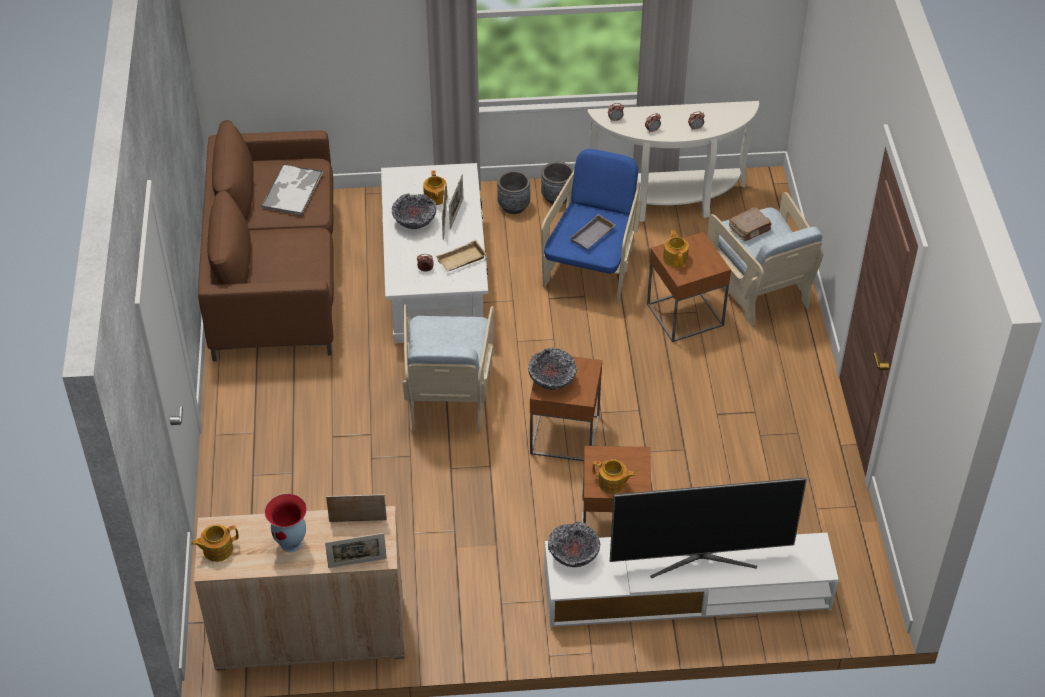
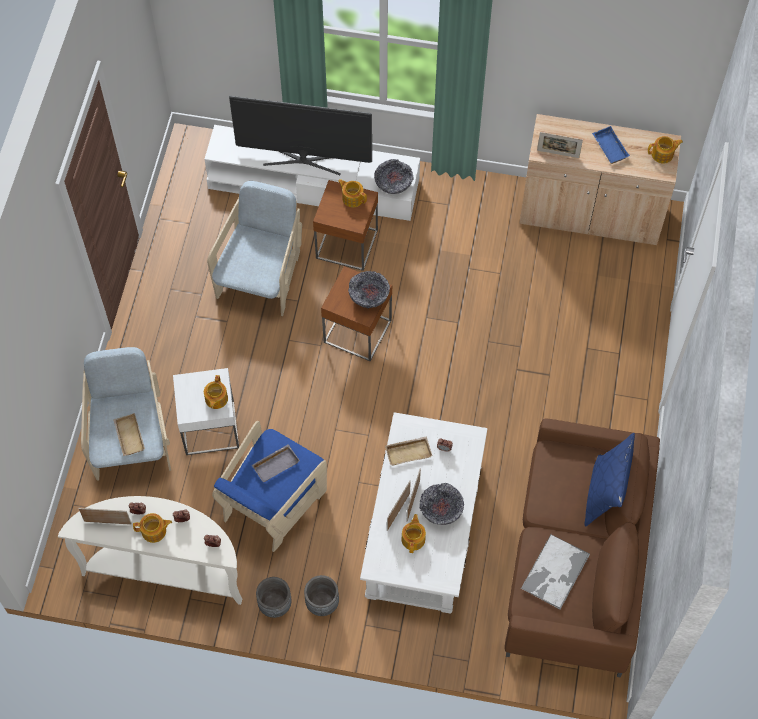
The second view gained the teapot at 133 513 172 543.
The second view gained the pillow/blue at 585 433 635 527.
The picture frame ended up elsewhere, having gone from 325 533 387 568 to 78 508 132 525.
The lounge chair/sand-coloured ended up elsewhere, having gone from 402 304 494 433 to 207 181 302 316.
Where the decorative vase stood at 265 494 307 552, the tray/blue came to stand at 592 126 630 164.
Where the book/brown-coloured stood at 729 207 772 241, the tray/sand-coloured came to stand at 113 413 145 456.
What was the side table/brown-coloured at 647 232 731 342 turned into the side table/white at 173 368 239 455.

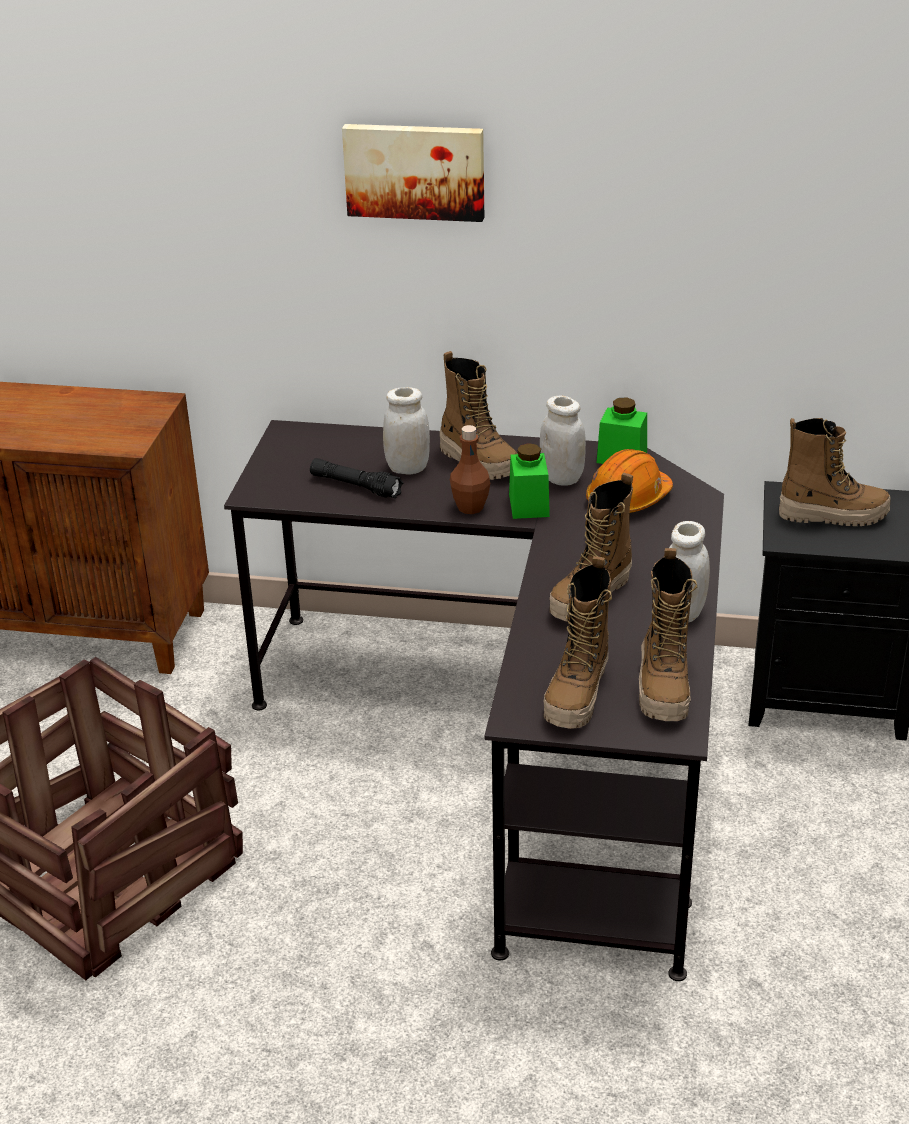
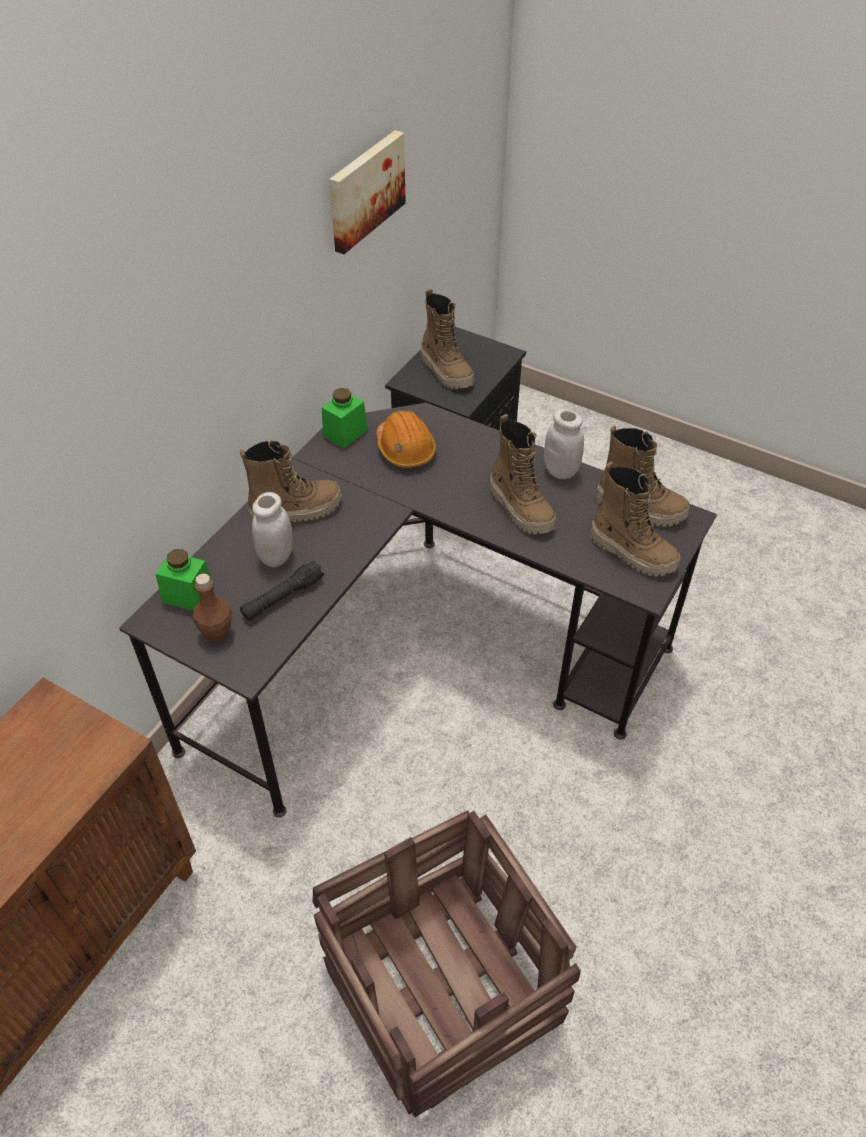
The second view lost the storage jar/white at 540 395 586 486.
The wall picture ended up elsewhere, having gone from 342 124 484 222 to 329 130 406 254.
The bottle/brown-coloured ended up elsewhere, having gone from 450 425 490 514 to 193 573 232 642.
The storage jar/green ended up elsewhere, having gone from 509 443 550 519 to 156 549 215 611.
The boot at 779 418 891 526 ended up facing another way, 120 degrees clockwise from before.

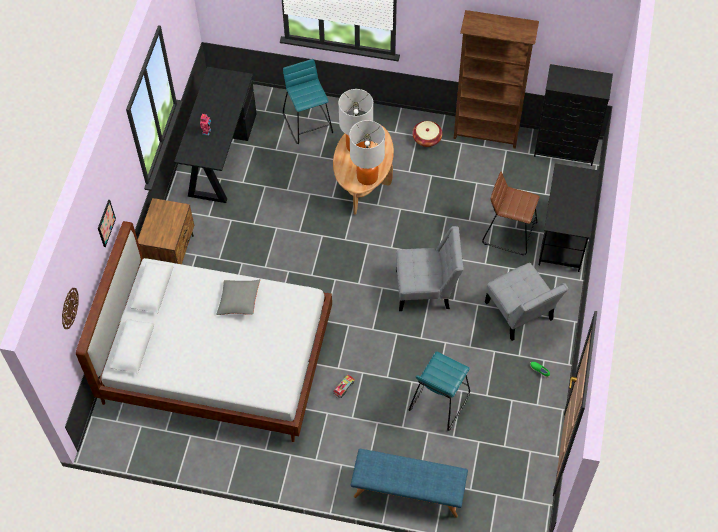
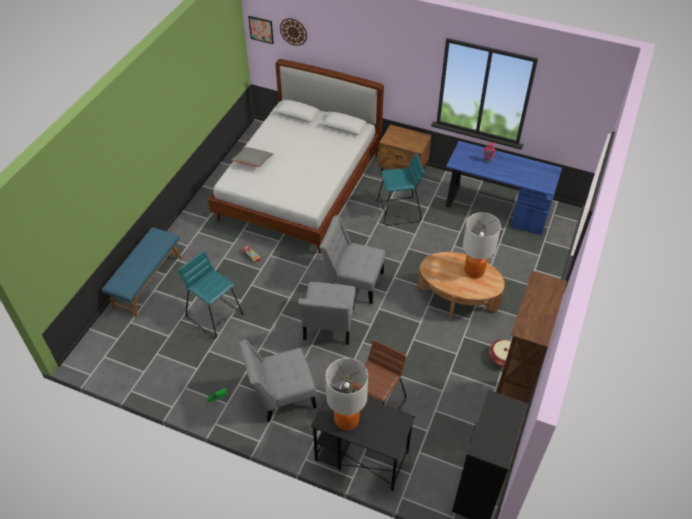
The second view gained the upright chair/grey at 320 215 385 304.
The wall picture ended up elsewhere, having gone from 98 200 116 247 to 248 16 274 44.
The pillow/grey ended up elsewhere, having gone from 216 279 260 315 to 231 147 273 167.
The sitting stool/turquoise-coloured ended up elsewhere, having gone from 283 59 333 144 to 377 153 424 226.
The tabletop lamp ended up elsewhere, having gone from 349 120 385 185 to 326 358 368 430.
What was the desk unit/black-coloured at 174 67 257 203 turned into the desk unit/blue at 446 141 562 235.

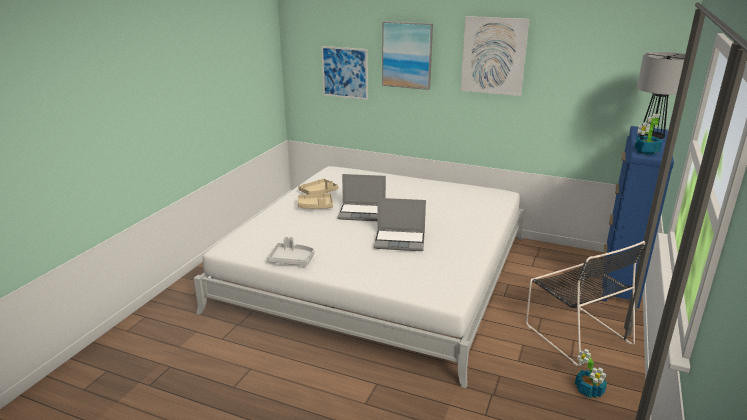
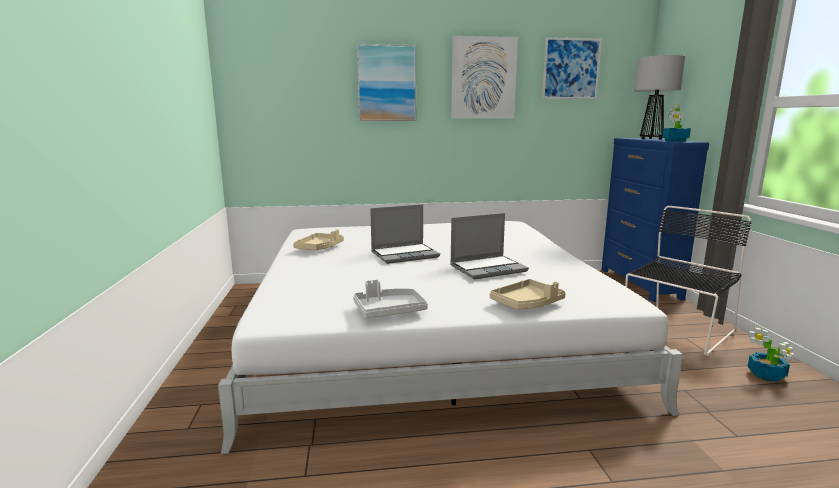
The tray/sand-coloured ended up elsewhere, having gone from 298 193 333 209 to 490 279 566 309.
The wall picture ended up elsewhere, having gone from 321 46 368 100 to 542 37 602 99.
The upright chair/black-coloured at 526 241 645 366 ended up facing another way, 75 degrees counterclockwise from before.

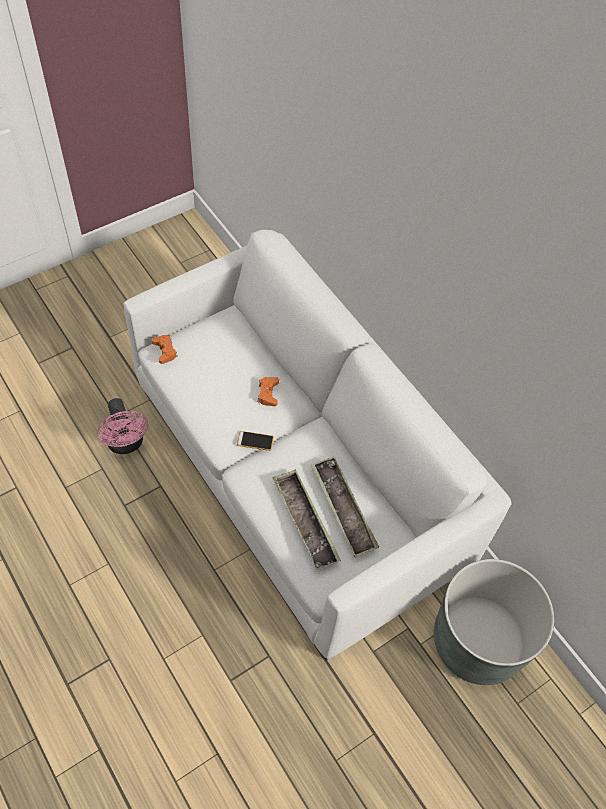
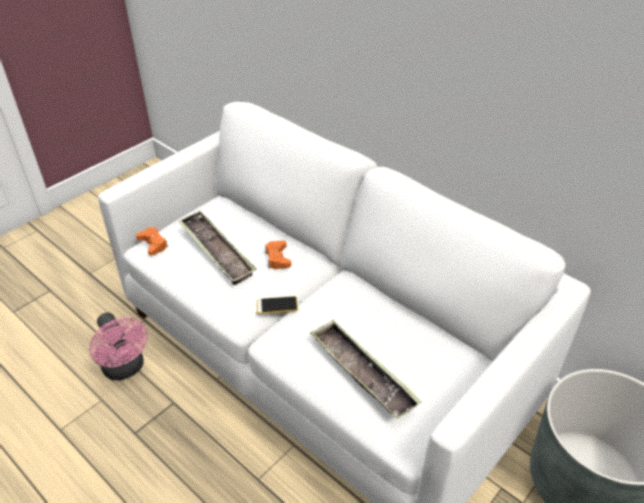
The tray ended up elsewhere, having gone from 311 456 379 557 to 178 211 257 285.

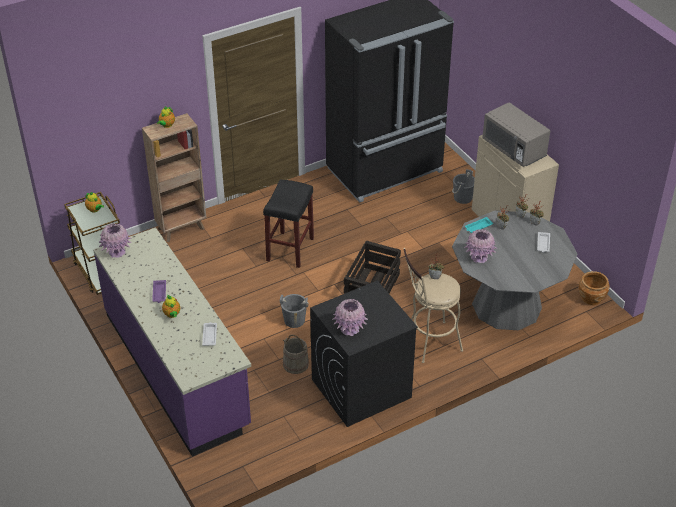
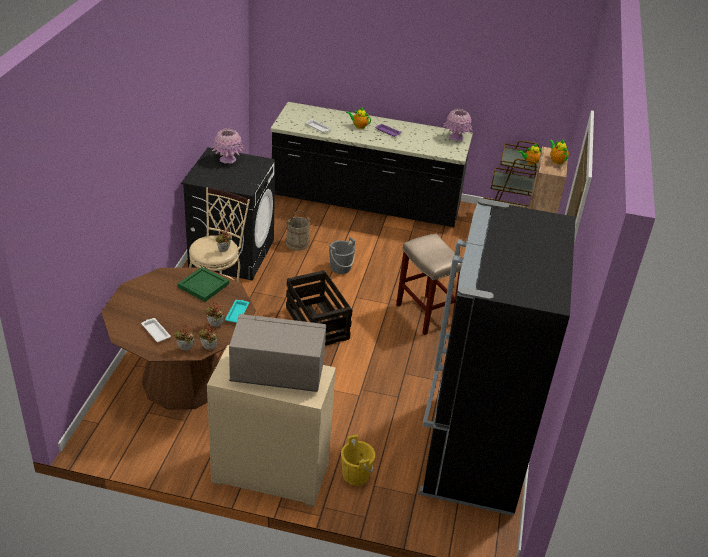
The second view lost the plant pot/brown-coloured at 579 271 610 305.
Where the decorative vase/pink-coloured stood at 464 229 497 263, the tray/green came to stand at 178 267 229 302.
What was the kitchen base unit/purple at 93 227 251 457 turned into the kitchen base unit/black-coloured at 270 102 473 227.
What was the sitting stool/black-coloured at 263 179 314 268 turned into the sitting stool/sand-coloured at 396 233 462 335.
What was the water bucket/grey at 452 169 475 204 turned into the water bucket/yellow at 341 435 375 486.
What was the dining table/grey at 452 210 578 330 turned into the dining table/brown-coloured at 101 267 256 410.

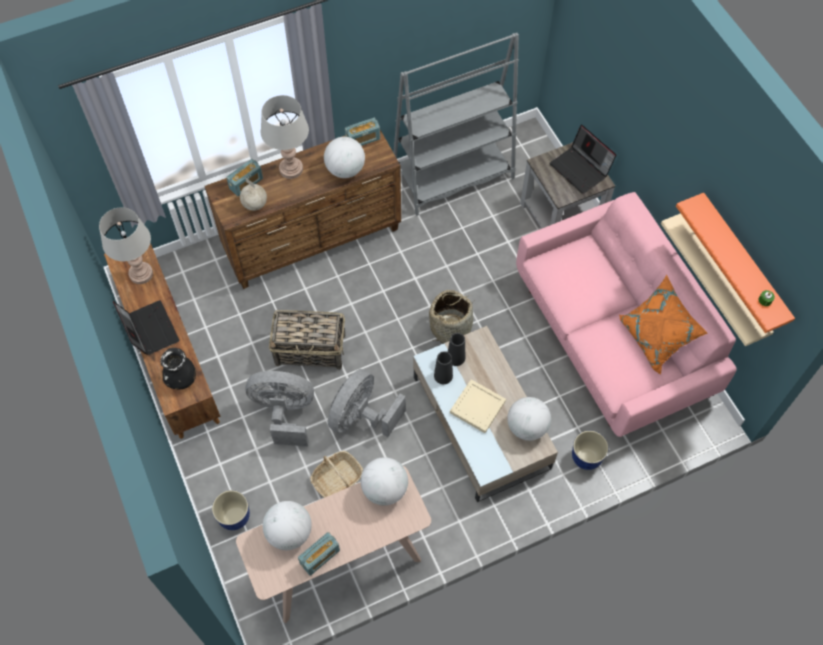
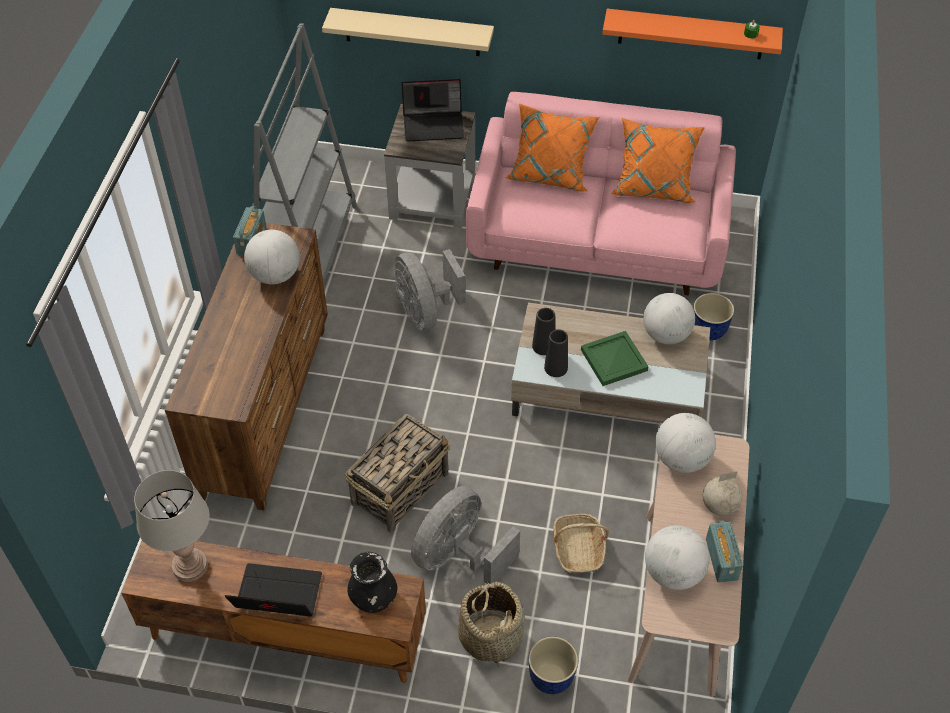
The second view lost the radio receiver at 226 159 263 197.
The second view lost the tabletop lamp/grey at 261 95 309 179.
The second view gained the pillow/orangey at 505 103 599 192.
The desk globe ended up elsewhere, having gone from 240 177 267 211 to 703 471 743 516.
The electric fan/grey ended up elsewhere, having gone from 328 369 406 437 to 394 249 465 331.
The basket ended up elsewhere, having gone from 429 290 475 344 to 458 577 525 667.
The bracket shelf/sand-coloured ended up elsewhere, having gone from 661 213 774 346 to 322 8 494 56.
What was the tray/sand-coloured at 450 379 506 433 turned into the tray/green at 581 331 649 386.

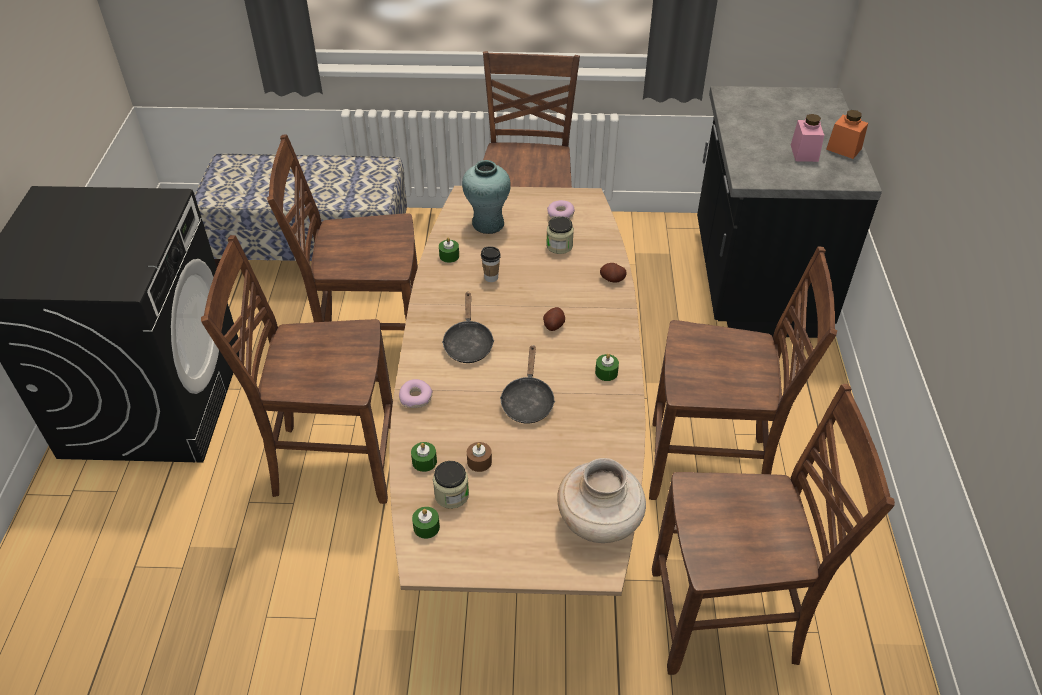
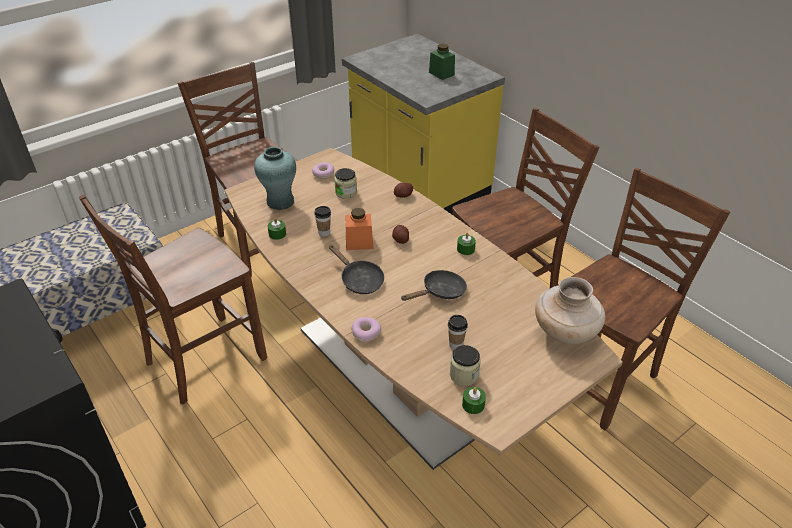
The second view lost the upright chair/brown-coloured at 201 235 393 504.
The second view lost the wax light/green at 411 442 437 472.
The storage jar/orangey ended up elsewhere, having gone from 826 110 868 159 to 346 208 374 250.
Where the wax light/brown-coloured stood at 467 442 492 472, the cup came to stand at 448 315 468 349.
What was the kitchen base unit/black-coloured at 697 86 882 338 turned into the kitchen base unit/yellow at 342 34 505 214.
What was the storage jar/pink-coloured at 791 114 824 162 turned into the storage jar/green at 429 44 455 80.
The pan/black-coloured at 500 345 555 423 ended up facing another way, 90 degrees counterclockwise from before.

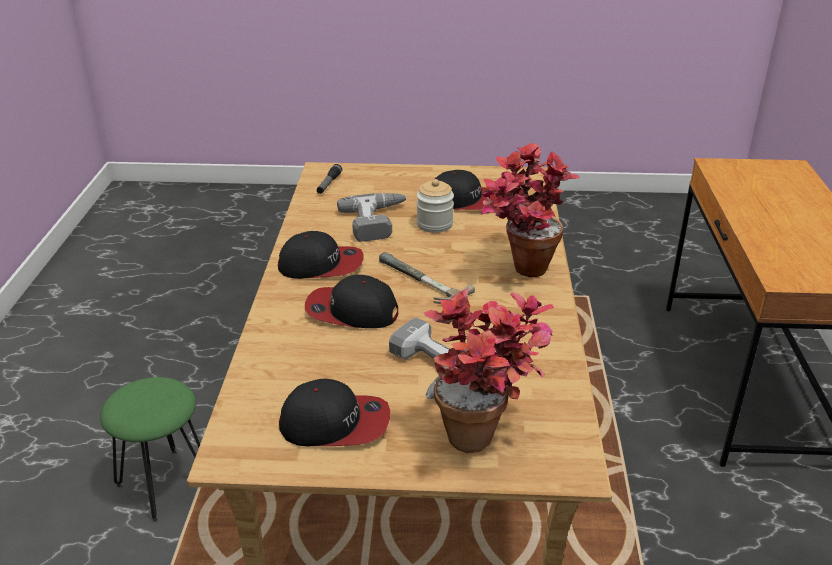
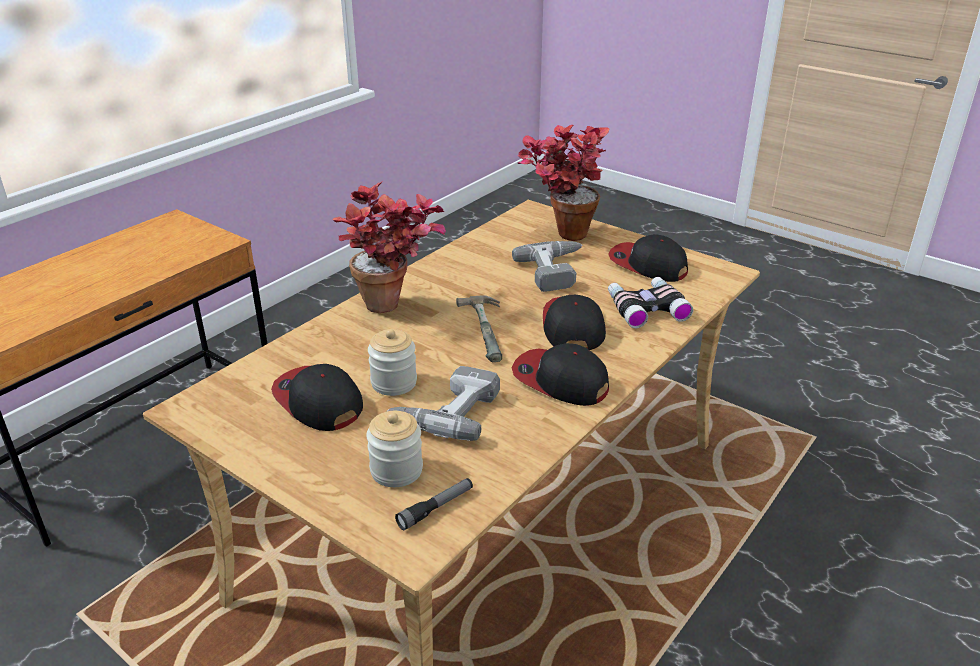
The second view lost the sitting stool/green at 100 377 200 522.
The second view gained the storage jar at 366 411 423 487.
The second view gained the field glasses at 608 277 693 328.
The baseball cap at 305 275 398 328 ended up facing another way, 135 degrees counterclockwise from before.

